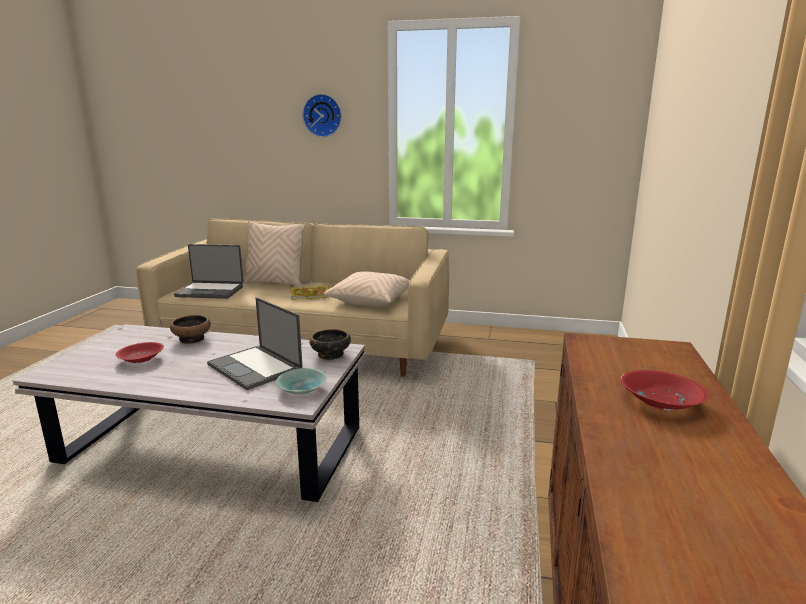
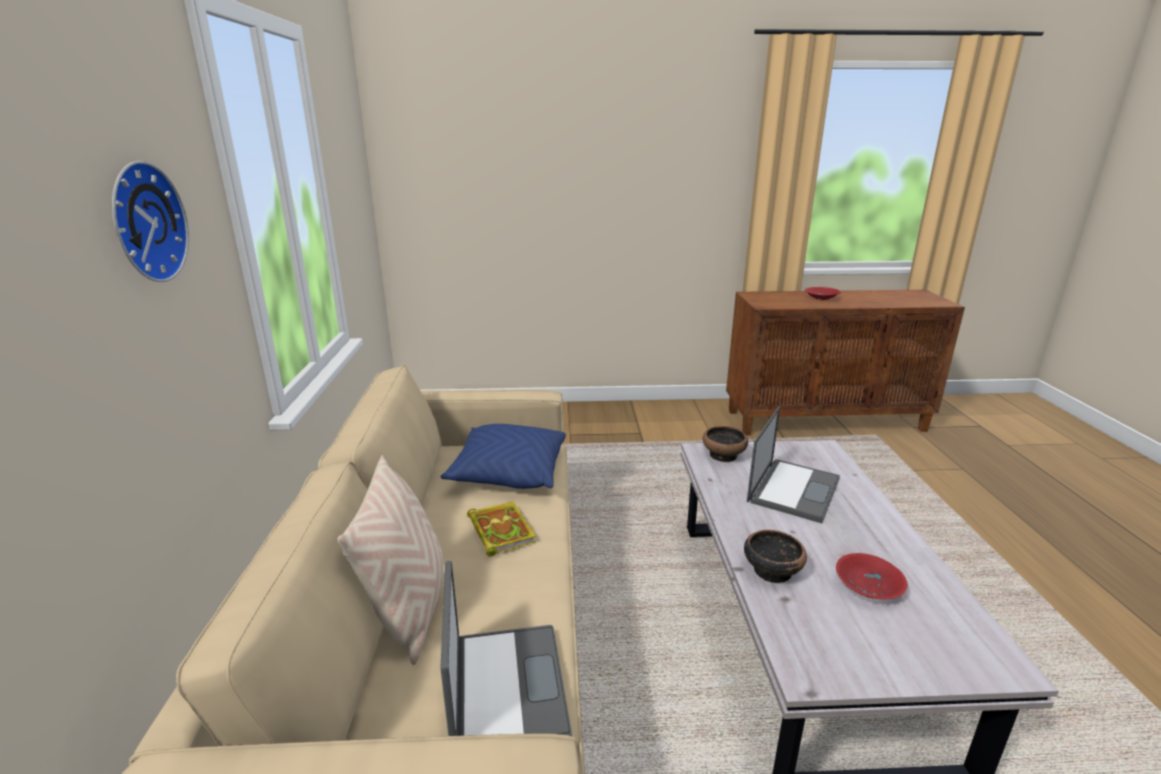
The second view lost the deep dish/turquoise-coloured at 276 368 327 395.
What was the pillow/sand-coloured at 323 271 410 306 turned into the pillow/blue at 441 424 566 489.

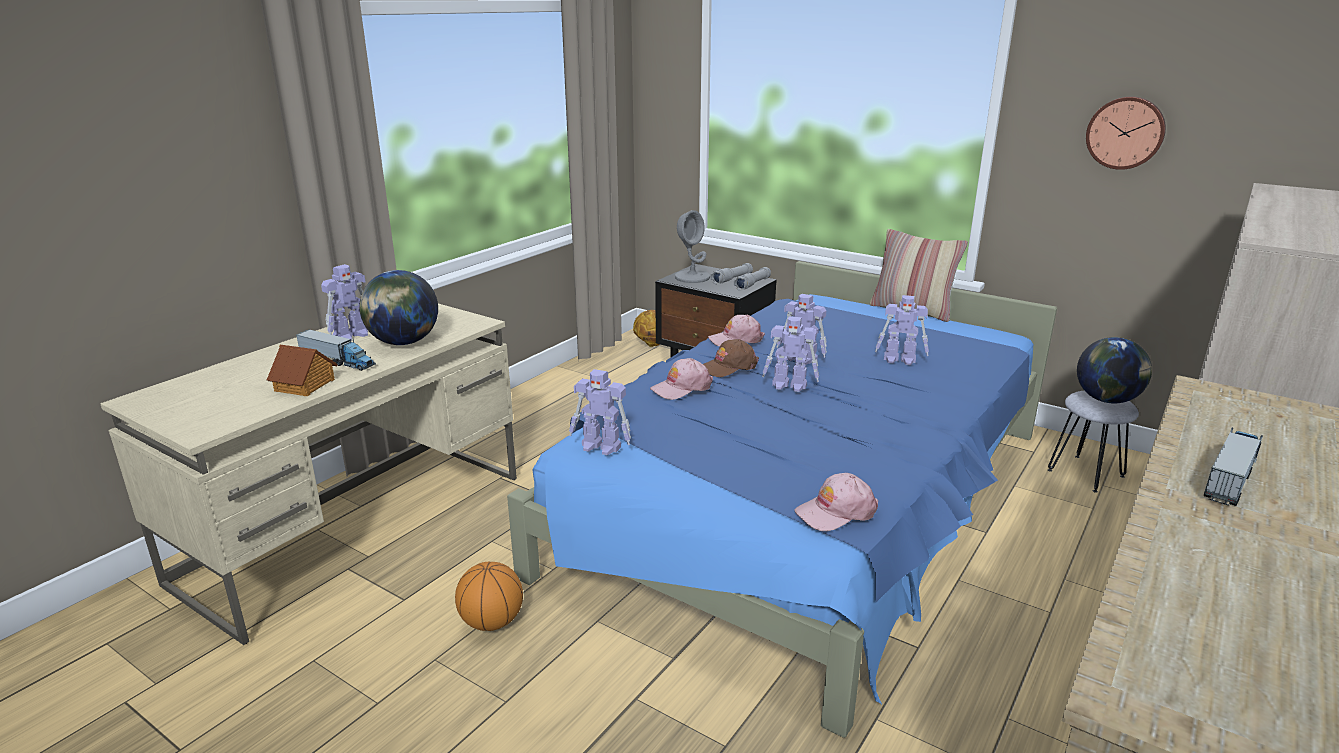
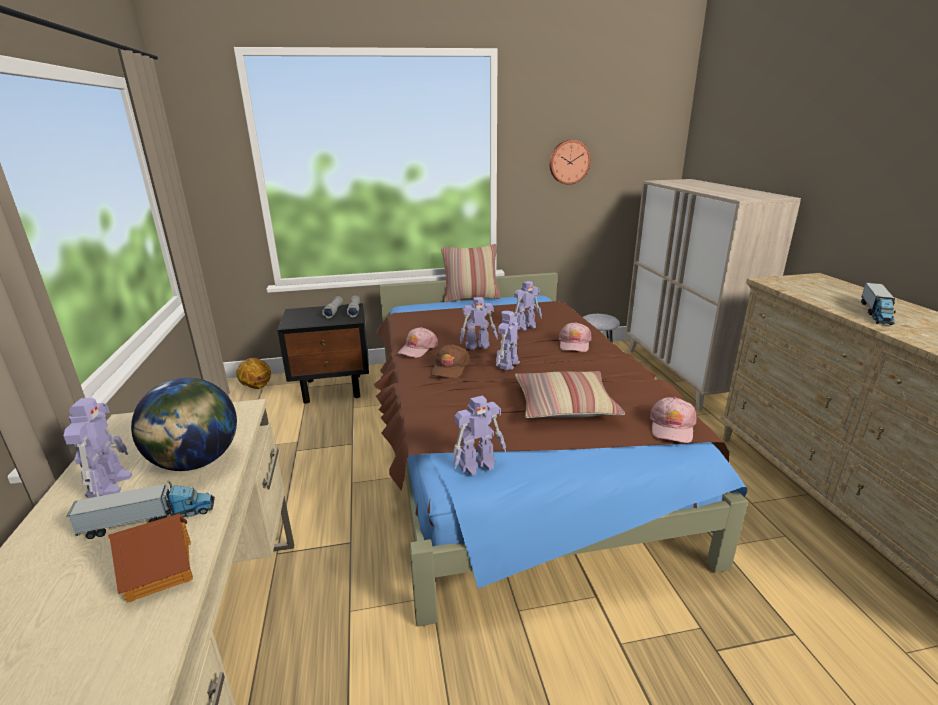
The second view lost the ball for basketball at 455 562 523 631.
The second view lost the tabletop lamp/grey at 675 210 710 283.
The second view lost the desk globe at 1077 337 1152 403.
The second view gained the pillow at 515 371 625 418.
The baseball cap/pink-coloured ended up elsewhere, having gone from 650 358 713 400 to 559 322 591 352.
What was the sleeping bed/blue at 507 261 1057 738 turned into the sleeping bed/brown-coloured at 374 272 748 627.
The model robot at 762 316 819 392 ended up facing another way, 150 degrees clockwise from before.
The model truck at 1204 427 1263 506 ended up facing another way, 150 degrees counterclockwise from before.

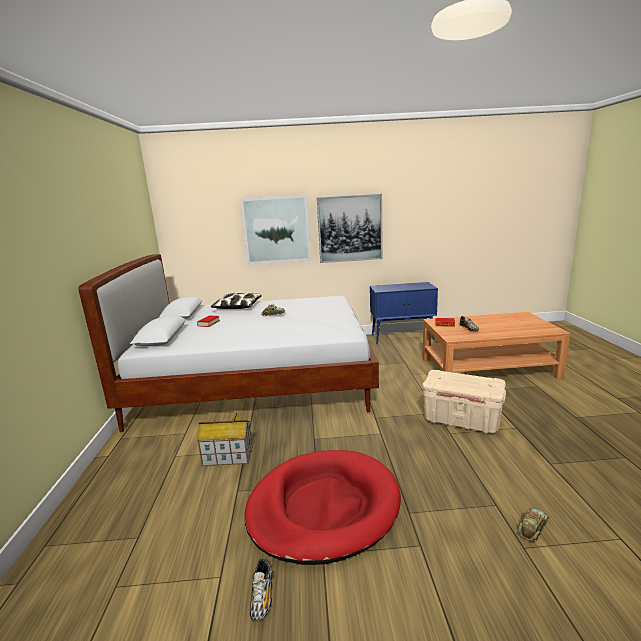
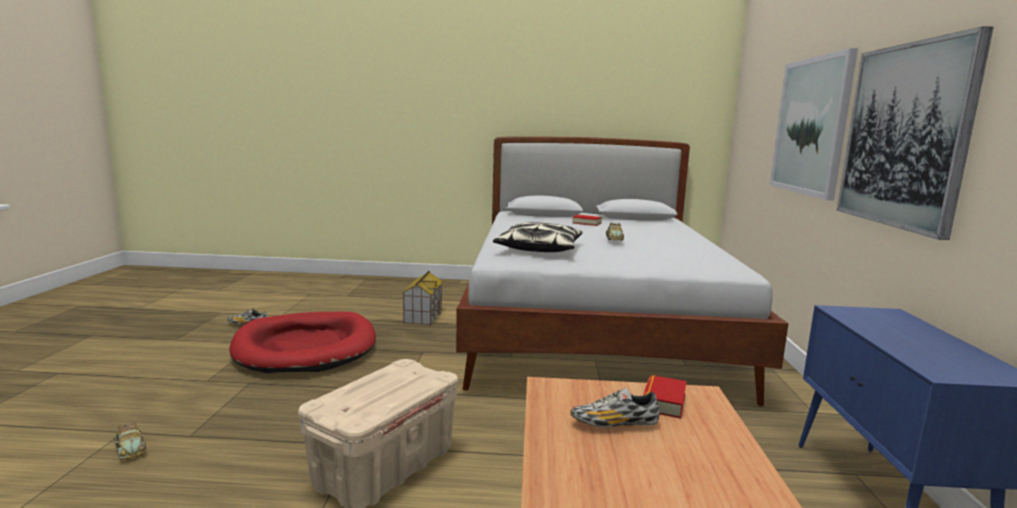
The pillow ended up elsewhere, having gone from 211 293 262 309 to 493 222 582 252.

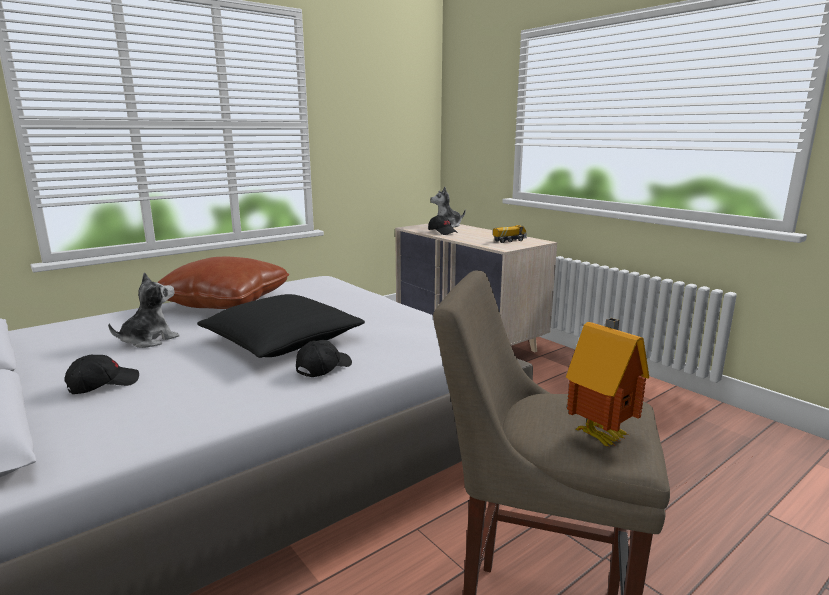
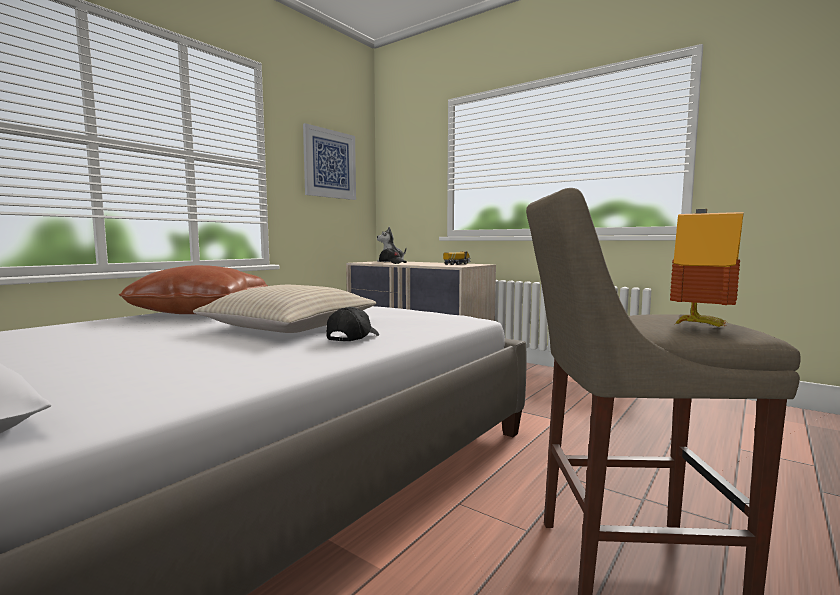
The second view lost the baseball cap/black-coloured at 64 355 139 394.
The second view lost the plush toy at 108 272 179 348.
The second view gained the wall picture at 303 123 356 200.
What was the pillow/black-coloured at 197 294 365 358 turned into the pillow/sand-coloured at 193 285 377 333.

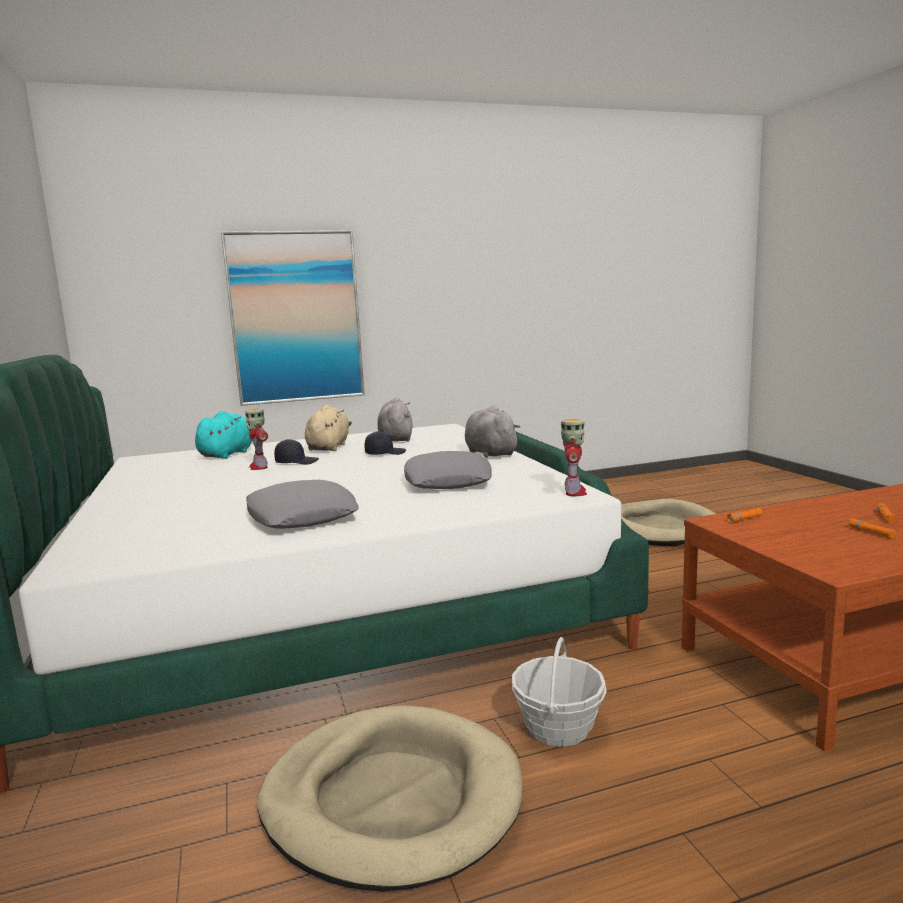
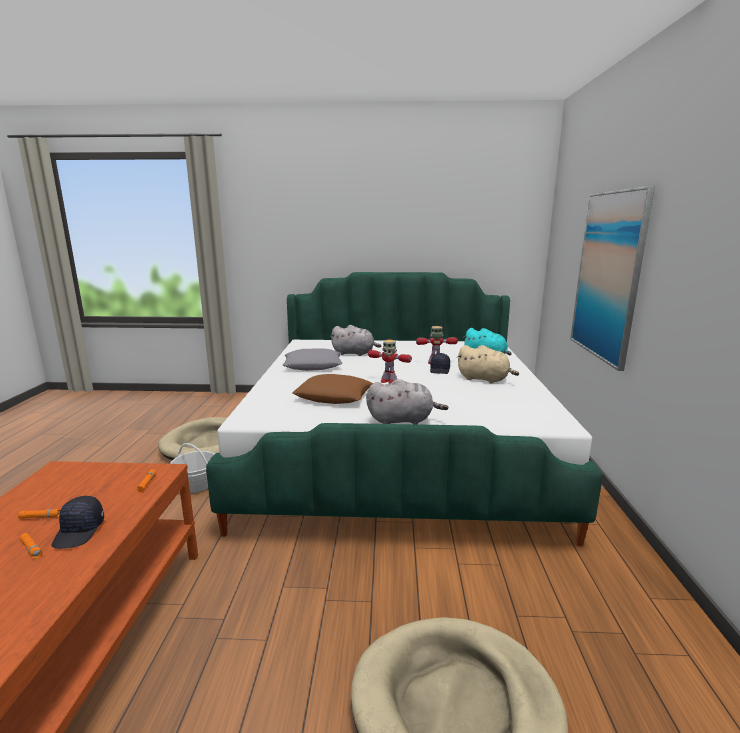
The baseball cap/black-coloured ended up elsewhere, having gone from 364 431 406 455 to 51 496 104 549.
The plush toy/grey ended up elsewhere, having gone from 377 397 413 442 to 330 325 381 356.
The model robot ended up elsewhere, having gone from 561 419 587 496 to 368 340 412 384.
What was the pillow/grey at 404 451 492 489 turned into the pillow/brown-coloured at 293 374 373 404.

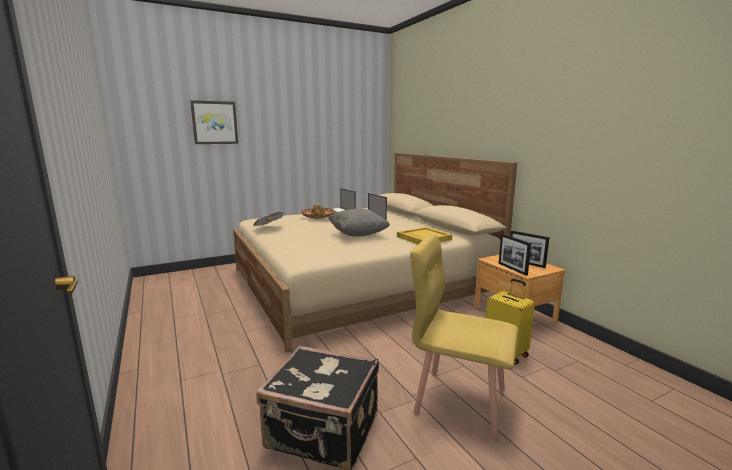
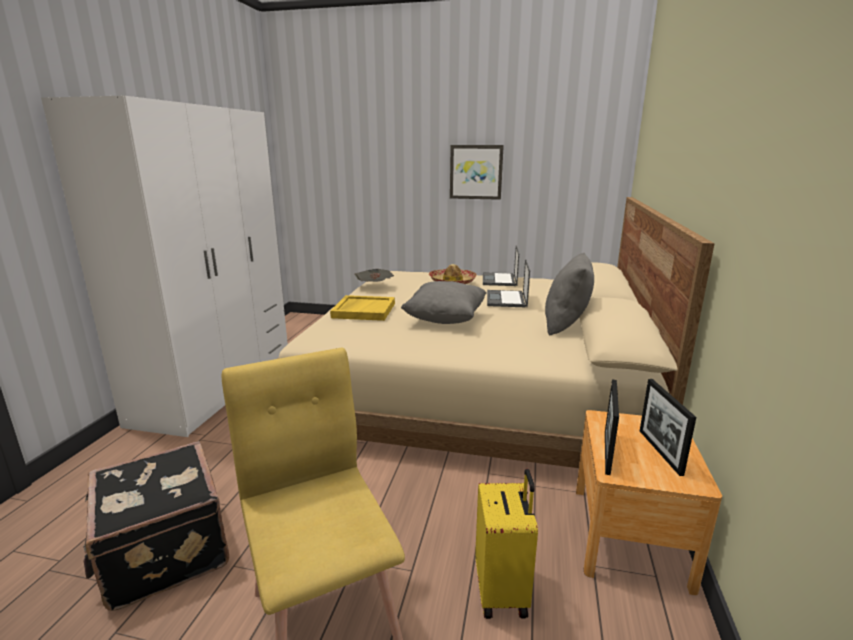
The second view gained the armoire/white at 41 96 288 437.
The second view gained the pillow/grey at 545 253 594 336.
The wall picture ended up elsewhere, having gone from 190 100 238 144 to 450 145 504 200.
The tray/yellow ended up elsewhere, having gone from 397 227 452 244 to 330 295 395 321.

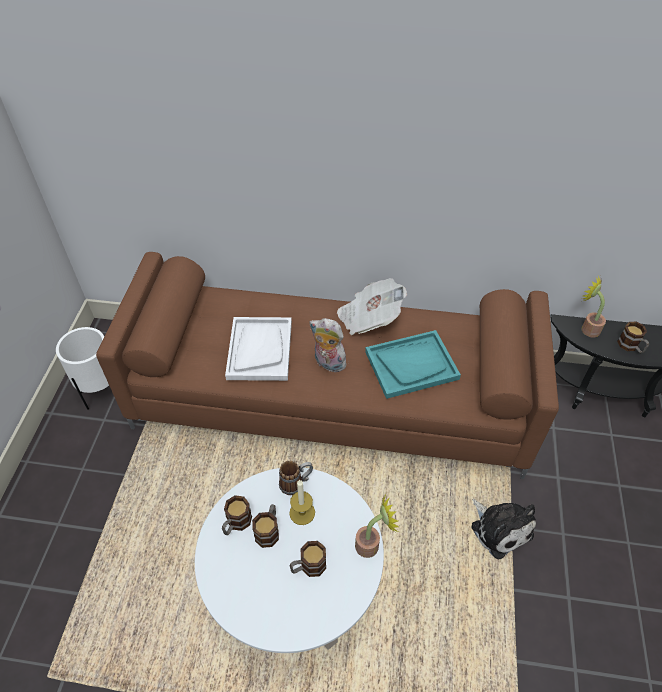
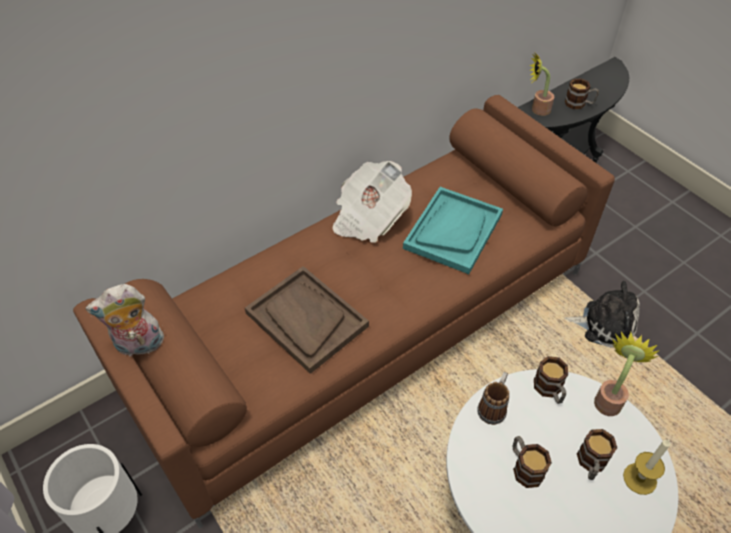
The tea mug ended up elsewhere, having gone from 222 495 252 535 to 534 356 568 404.
The wax light ended up elsewhere, having gone from 289 480 315 525 to 623 439 670 495.
The plush toy ended up elsewhere, having gone from 309 318 348 372 to 85 284 166 357.
What was the tray/white at 225 317 292 381 turned into the tray/brown-coloured at 245 266 369 374.

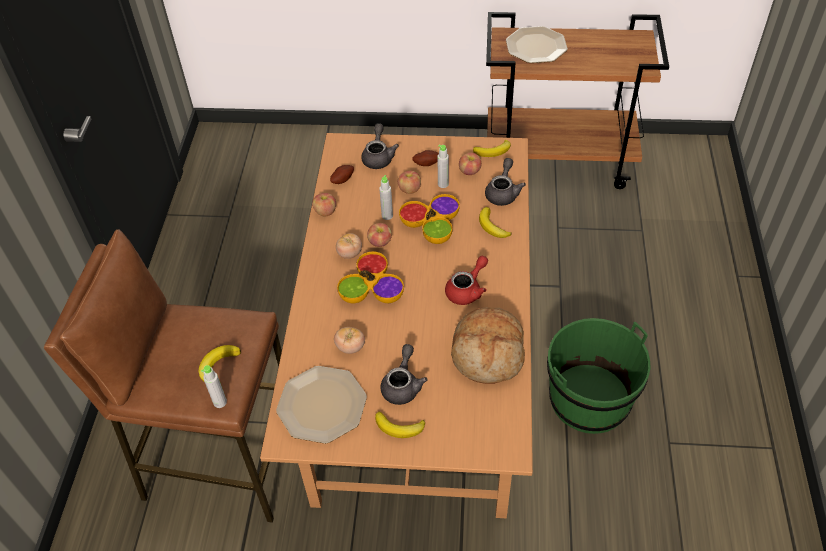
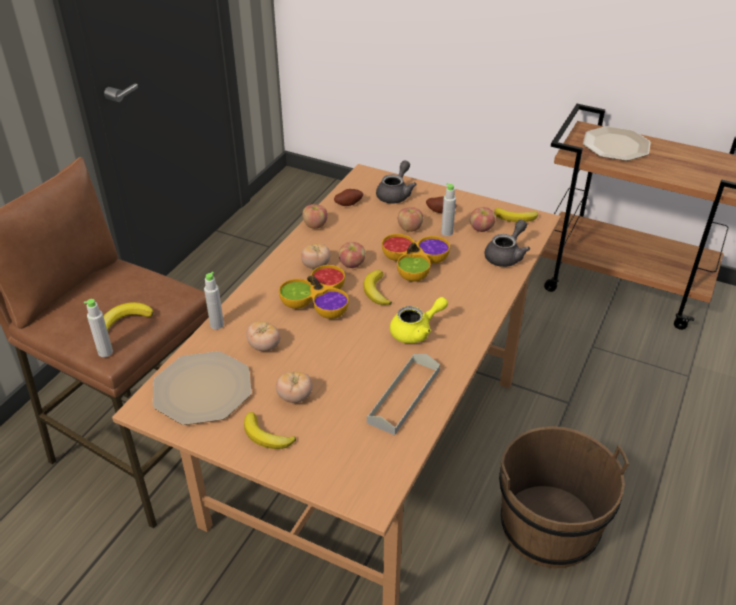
The bottle/grey ended up elsewhere, having gone from 379 175 393 220 to 204 272 224 329.
The whole banana ended up elsewhere, having gone from 479 207 512 238 to 363 270 392 305.
Where the teapot/grey stood at 380 344 428 405, the whole tomato came to stand at 276 372 313 403.
Where the baked bread stood at 451 307 525 384, the tray/grey came to stand at 367 354 440 435.
What was the teapot/red at 445 256 488 305 turned into the teapot/yellow at 390 297 448 344.
What was the water bucket/green at 547 318 651 434 turned into the water bucket/brown-coloured at 499 426 629 568.

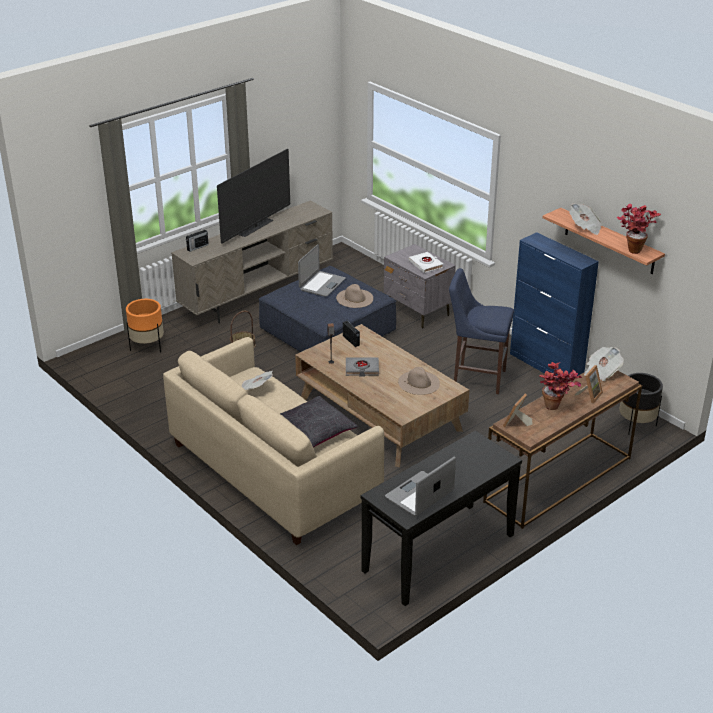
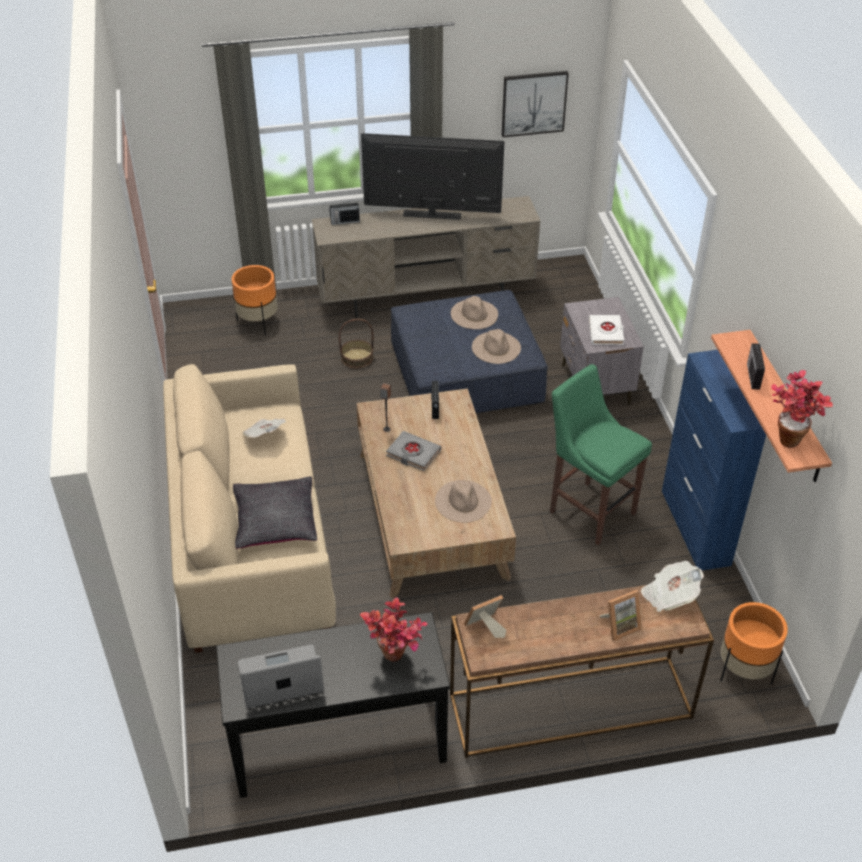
The second view gained the wall picture at 502 71 569 137.
The plant in a pot ended up elsewhere, having gone from 540 362 582 410 to 360 597 427 662.
Where the notebook computer stood at 298 244 346 296, the wearable hat/sand-coloured came to stand at 451 296 498 329.
Where the daily paper stood at 569 203 603 235, the radio receiver came to stand at 747 343 765 390.
What was the sitting stool/blue at 449 268 514 394 turned into the sitting stool/green at 550 364 652 546.
What was the plant pot/black-coloured at 619 373 663 435 turned into the plant pot/orangey at 720 602 788 684.
The TV set at 217 149 290 244 ended up facing another way, 150 degrees counterclockwise from before.

